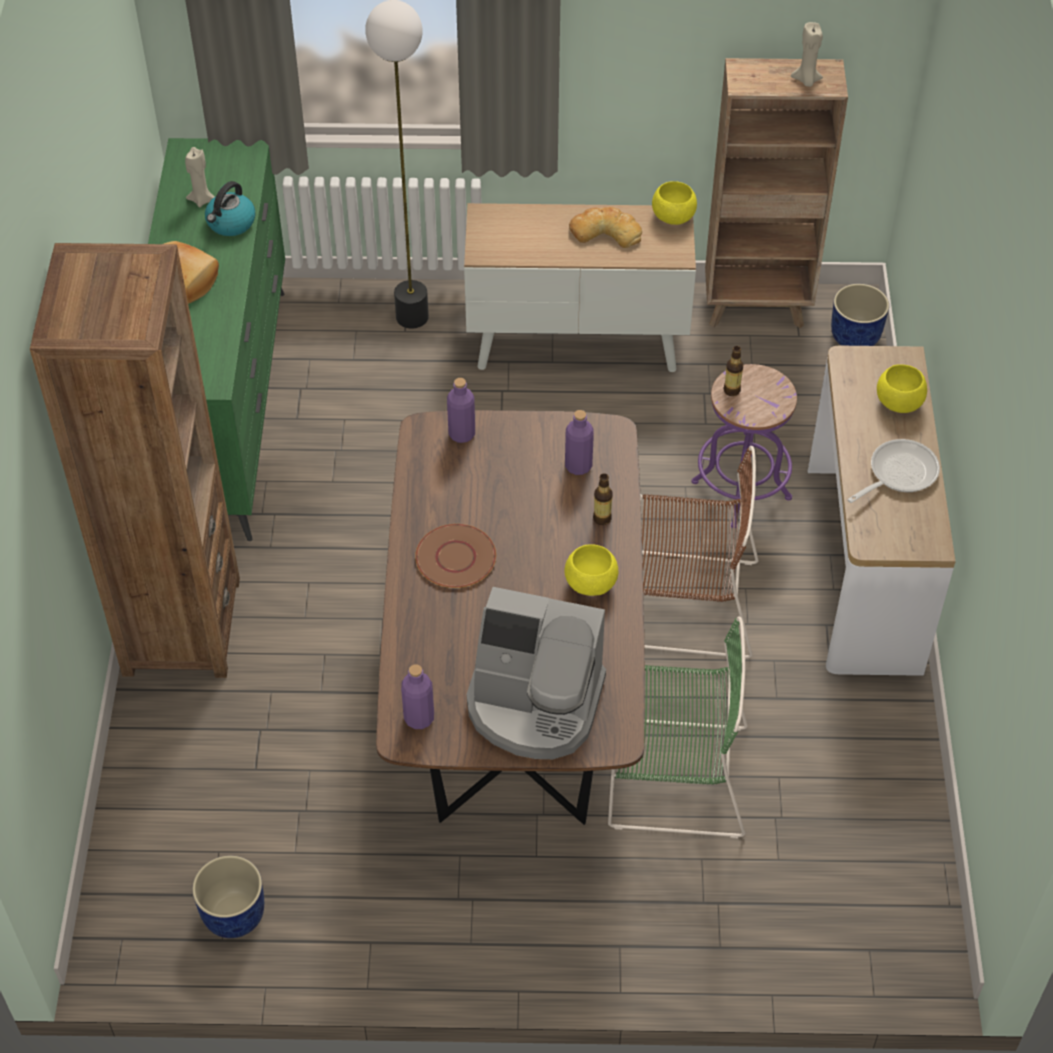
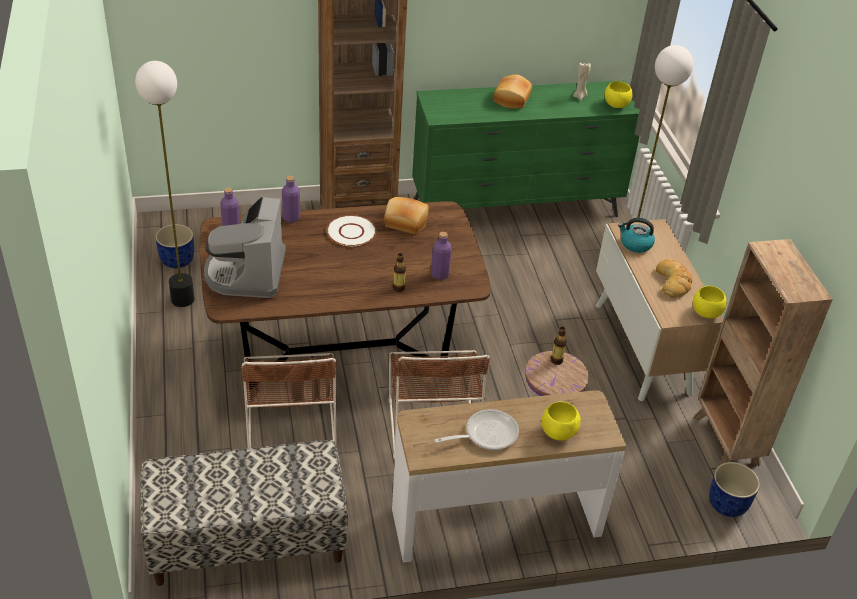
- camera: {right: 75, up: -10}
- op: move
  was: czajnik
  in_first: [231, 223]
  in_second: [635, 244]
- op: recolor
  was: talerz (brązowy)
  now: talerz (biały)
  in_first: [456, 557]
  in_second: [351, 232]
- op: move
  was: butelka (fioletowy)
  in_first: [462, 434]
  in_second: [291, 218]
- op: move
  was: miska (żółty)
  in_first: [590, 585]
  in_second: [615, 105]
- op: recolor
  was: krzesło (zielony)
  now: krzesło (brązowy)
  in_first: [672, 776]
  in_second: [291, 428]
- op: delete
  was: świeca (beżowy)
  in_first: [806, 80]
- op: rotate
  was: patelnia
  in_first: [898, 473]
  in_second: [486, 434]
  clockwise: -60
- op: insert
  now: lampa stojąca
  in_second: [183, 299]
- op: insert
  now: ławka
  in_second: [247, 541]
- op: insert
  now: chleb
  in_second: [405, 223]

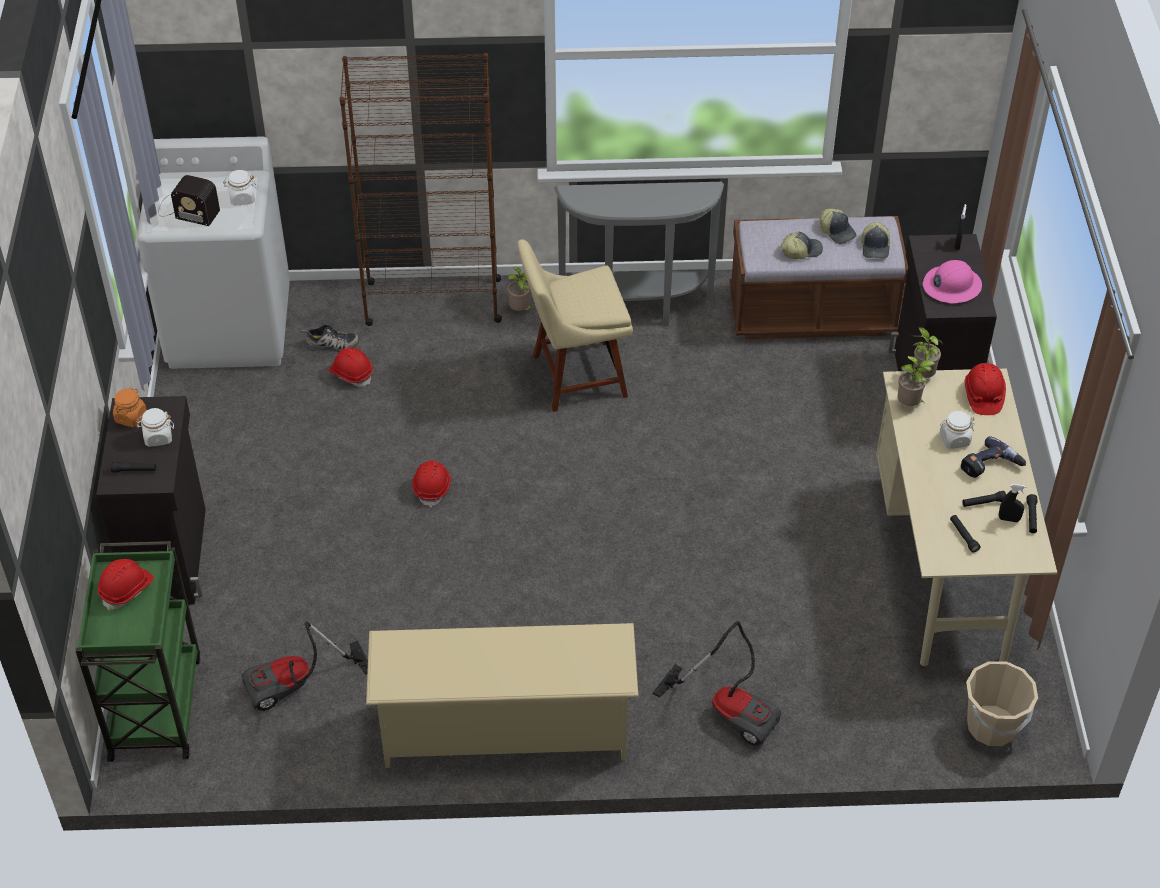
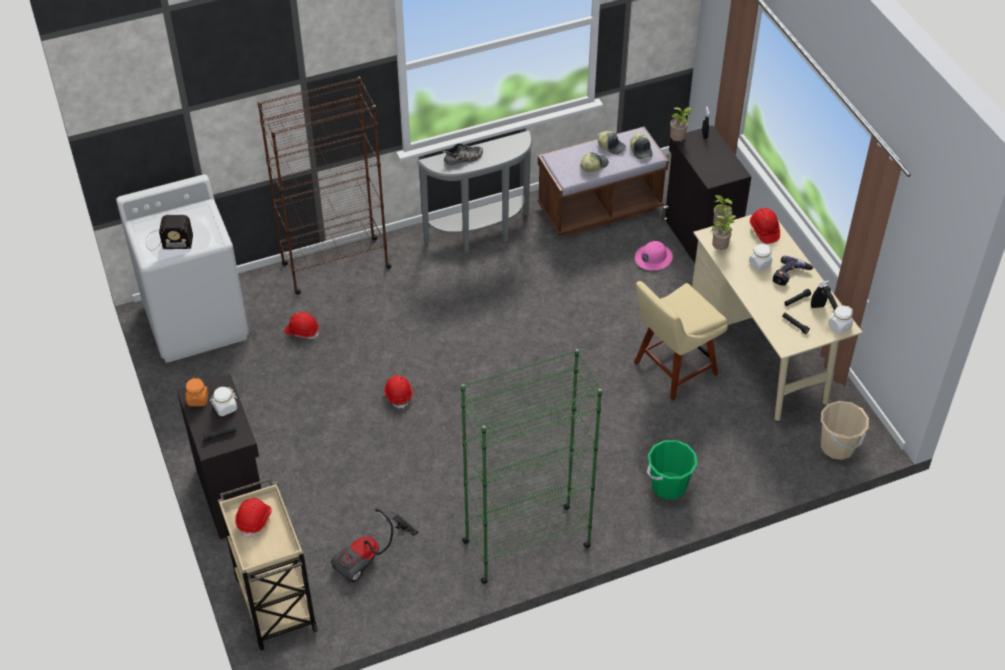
- camera: {right: -20, up: 0}
- op: recolor
  was: wózek (zielony)
  now: wózek (beżowy)
  in_first: [155, 705]
  in_second: [275, 601]
- op: move
  was: słoik (biały)
  in_first: [242, 198]
  in_second: [839, 326]
- op: move
  was: but
  in_first: [331, 345]
  in_second: [463, 158]
- op: replace
  was: regał na buty (beżowy)
  now: regał (zielony)
  in_first: [505, 730]
  in_second: [527, 544]
- op: move
  was: roślina doniczkowa
  in_first: [521, 310]
  in_second: [678, 141]
- op: move
  was: krzesło (beżowy)
  in_first: [574, 377]
  in_second: [672, 370]
- op: replace
  was: odkurzacz
  now: wiadro (zielony)
  in_first: [729, 710]
  in_second: [668, 486]
- op: move
  was: kask (różowy)
  in_first: [951, 285]
  in_second: [653, 258]

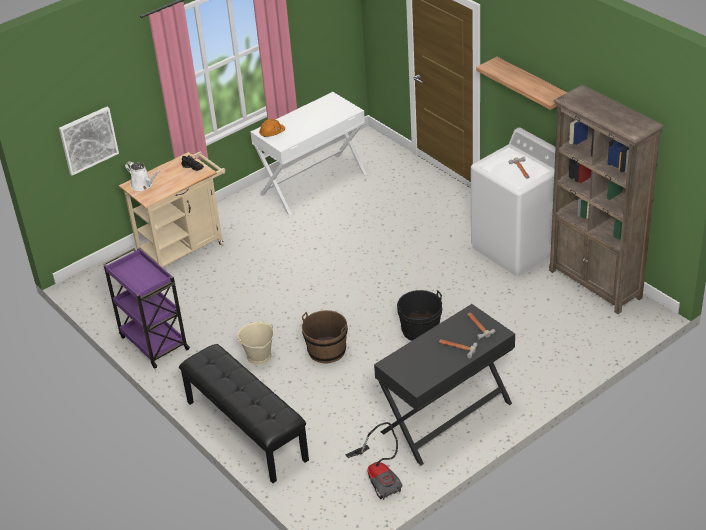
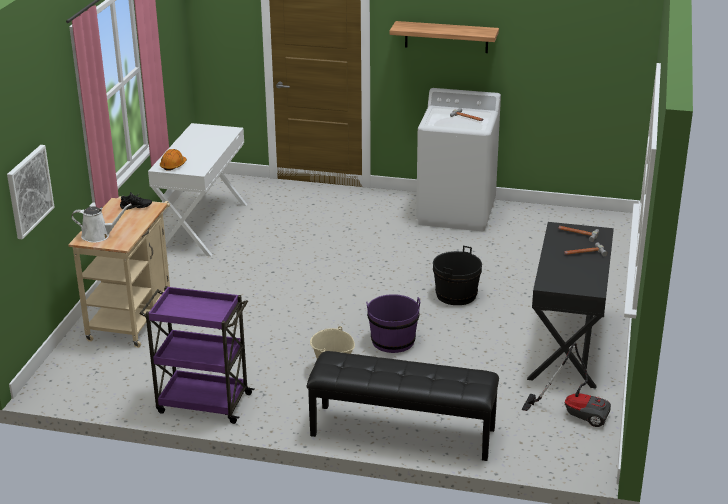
- camera: {right: -40, up: -10}
- op: recolor
  was: wiadro (brązowy)
  now: wiadro (fioletowy)
  in_first: [327, 351]
  in_second: [393, 341]
- op: delete
  was: regał (brązowy)
  in_first: [595, 284]

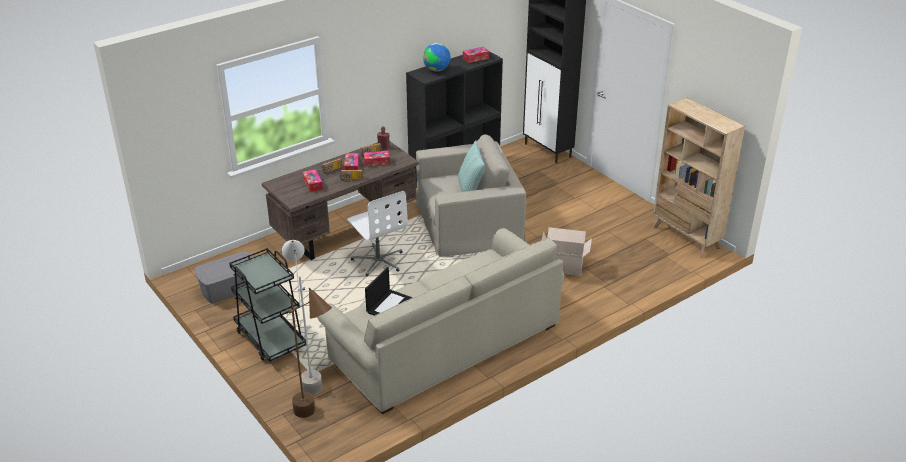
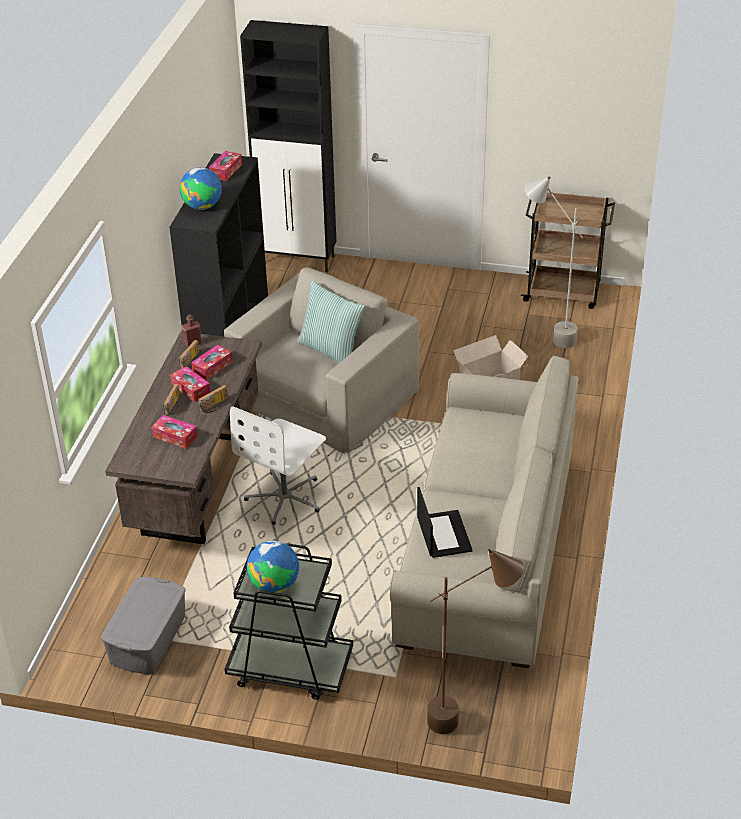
- camera: {right: -40, up: 5}
- op: move
  was: lampa stojąca (szary)
  in_first: [308, 375]
  in_second: [546, 334]
- op: rotate
  was: krzesło biurowe (biały)
  in_first: [378, 261]
  in_second: [285, 498]
  clockwise: 105
- op: replace
  was: regał (beżowy)
  now: wózek (brązowy)
  in_first: [686, 238]
  in_second: [563, 293]
- op: insert
  now: globus
  in_second: [274, 584]

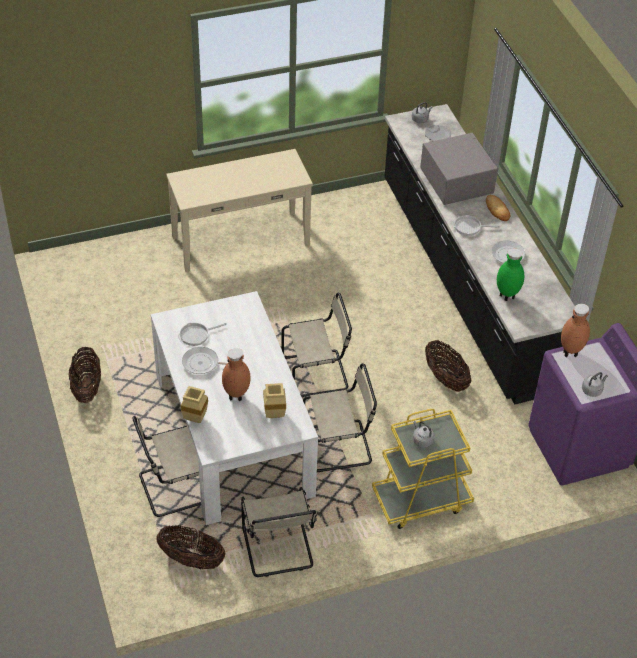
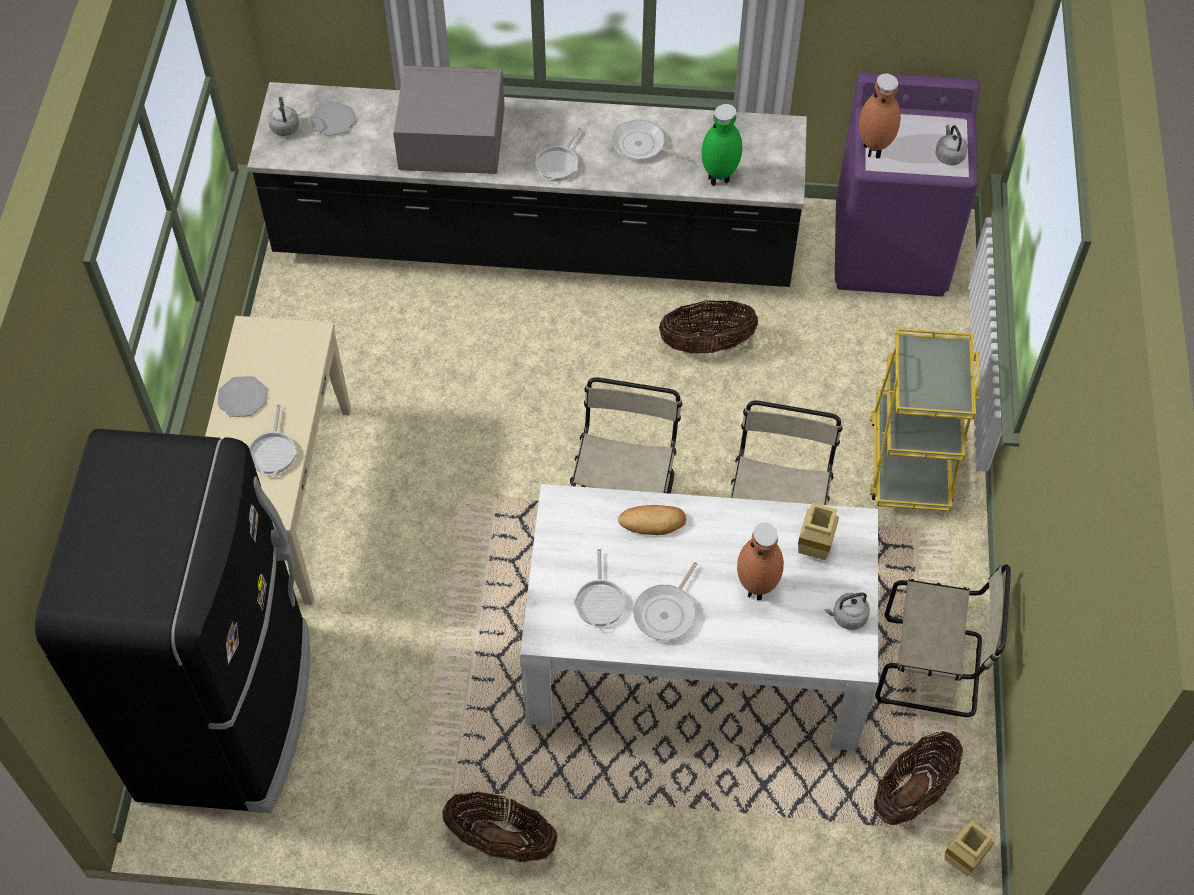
- camera: {right: -65, up: 10}
- op: delete
  was: krzesło (beżowy)
  in_first: [173, 488]
- op: move
  was: wazon (beżowy)
  in_first: [194, 419]
  in_second: [962, 863]
- op: move
  was: czajnik (szary)
  in_first: [422, 440]
  in_second: [847, 617]
- op: move
  was: chleb
  in_first: [497, 210]
  in_second: [652, 522]
- op: insert
  now: lodówka (czarny)
  in_second: [228, 711]
- op: insert
  now: talerz
  in_second: [242, 397]
- op: insert
  now: patelnia
  in_second: [273, 451]

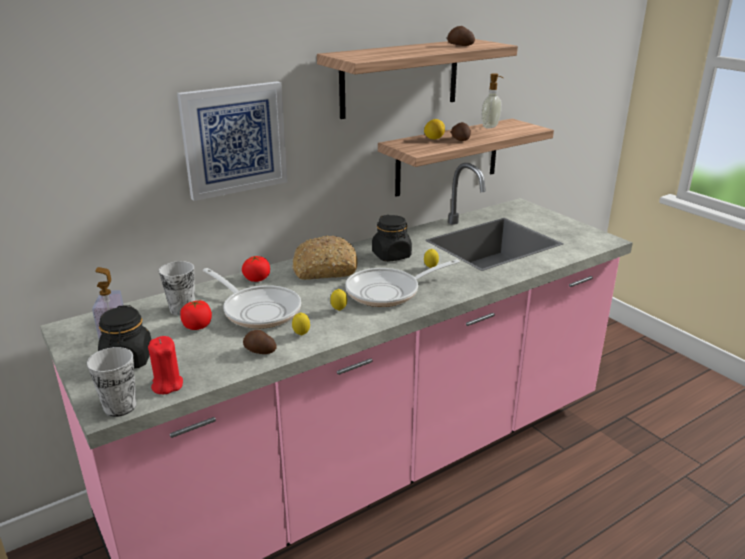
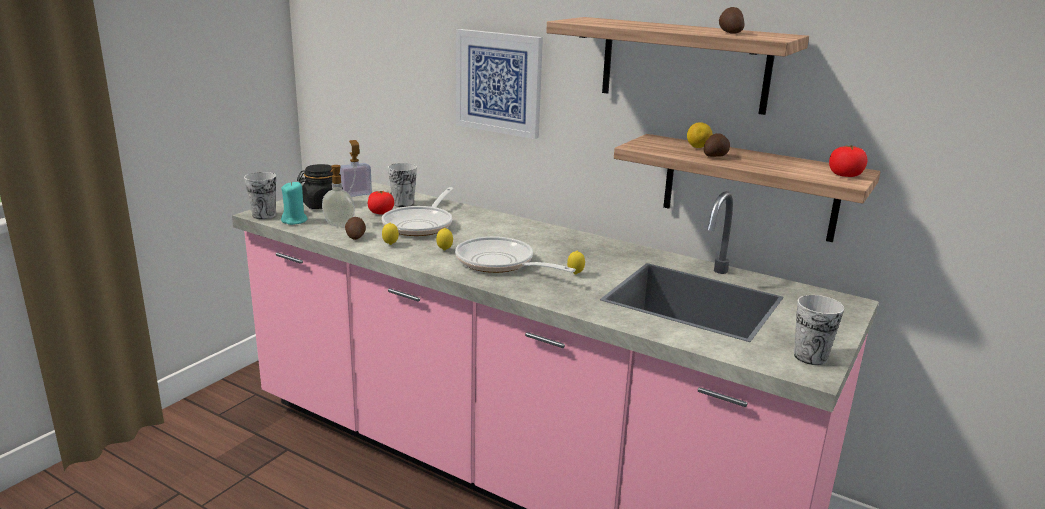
- camera: {right: 65, up: -5}
- op: recolor
  was: świeca (czerwony)
  now: świeca (turkusowy)
  in_first: [167, 385]
  in_second: [295, 221]
- op: move
  was: pomidor
  in_first: [257, 278]
  in_second: [845, 175]
- op: delete
  was: chleb
  in_first: [324, 269]
- op: delete
  was: słoik (czarny)
  in_first: [391, 256]
- op: move
  was: dozownik mydła
  in_first: [490, 127]
  in_second: [338, 225]
- op: insert
  now: filiżanka
  in_second: [810, 357]

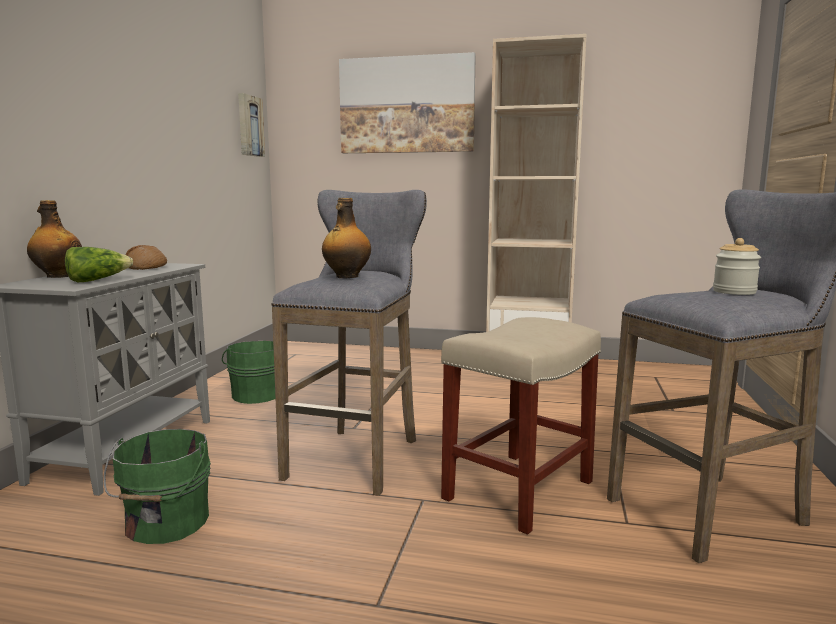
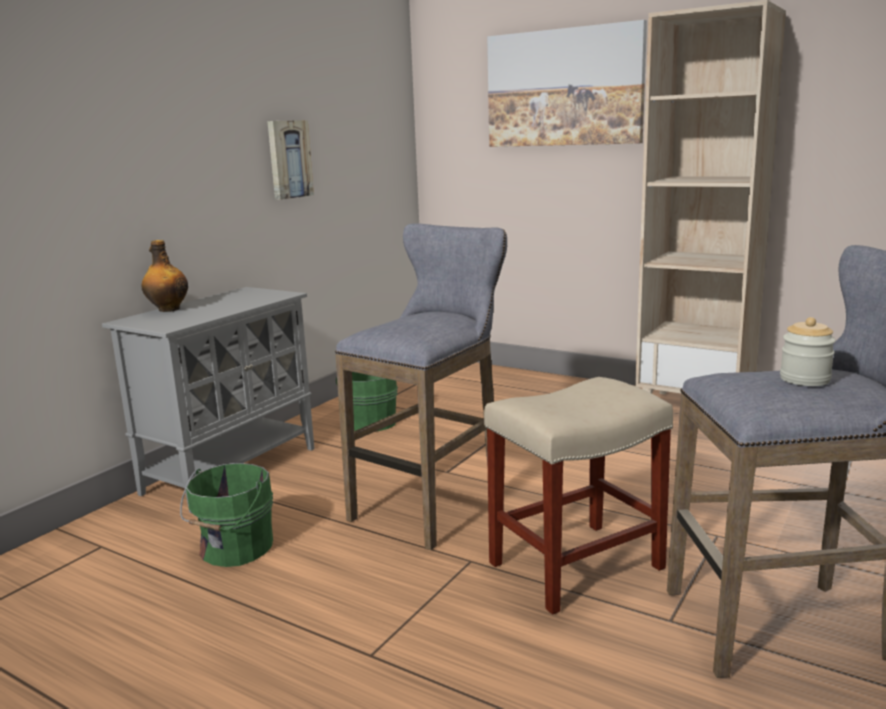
- camera: {right: 20, up: 5}
- op: delete
  was: sałata
  in_first: [97, 280]
- op: delete
  was: chleb
  in_first: [146, 267]
- op: move
  was: obraz
  in_first: [249, 126]
  in_second: [288, 159]
- op: delete
  was: butelka
  in_first: [346, 277]

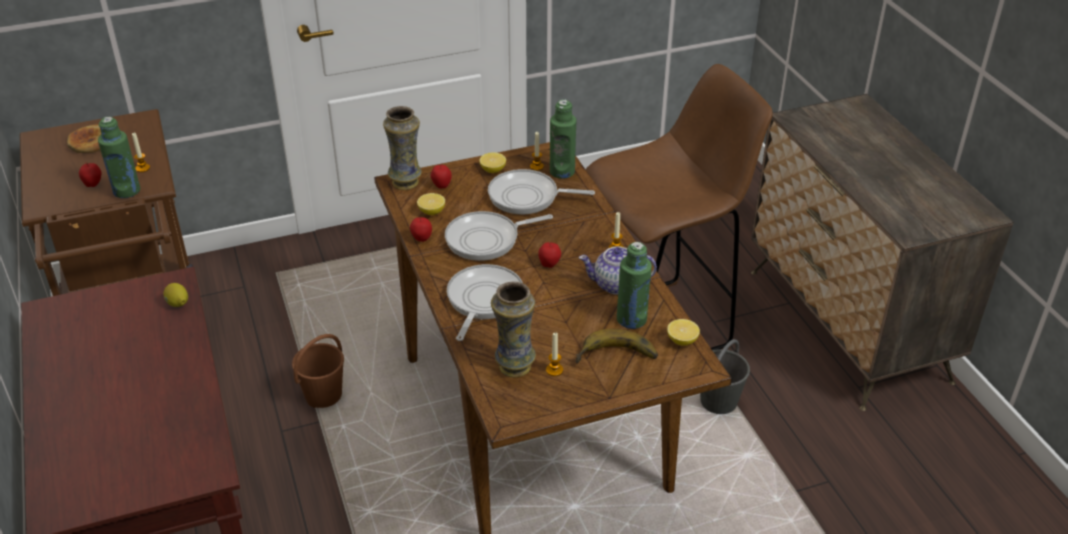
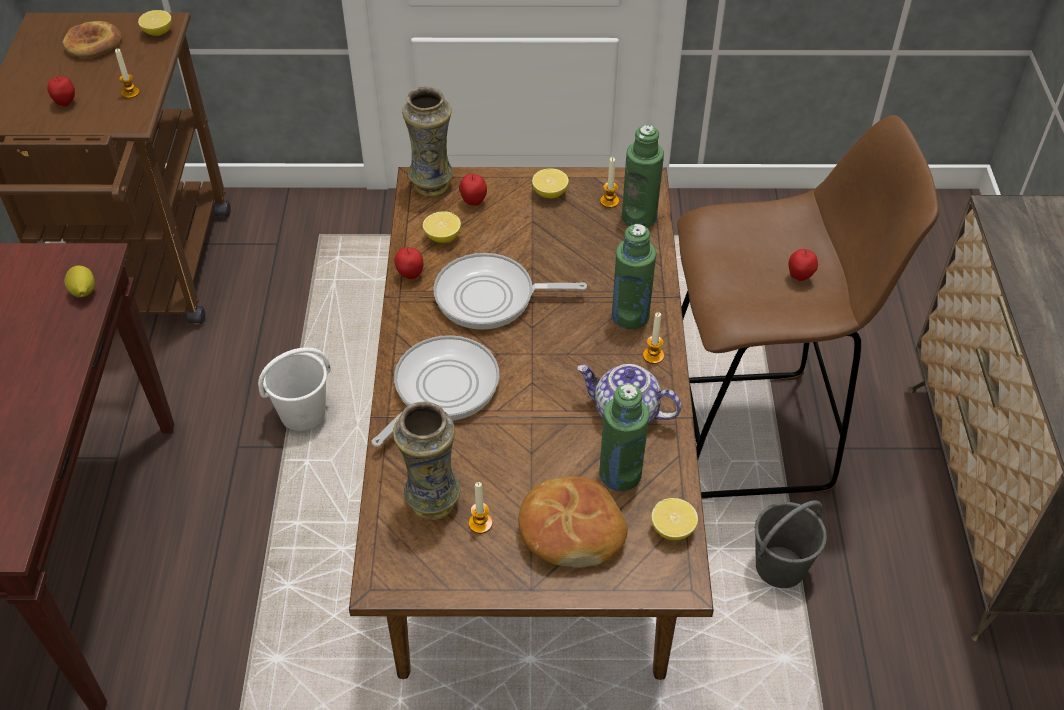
- camera: {right: 20, up: 10}
- op: move
  was: butelka (zielony)
  in_first: [127, 191]
  in_second: [630, 316]
- op: recolor
  was: wiadro (brązowy)
  now: wiadro (biały)
  in_first: [324, 395]
  in_second: [304, 414]
- op: delete
  was: patelnia
  in_first: [527, 197]
- op: move
  was: jabłko
  in_first: [549, 265]
  in_second: [800, 277]
- op: replace
  was: banan
  now: chleb
  in_first: [617, 358]
  in_second: [570, 530]
- op: insert
  now: cytryna
  in_second: [158, 32]

